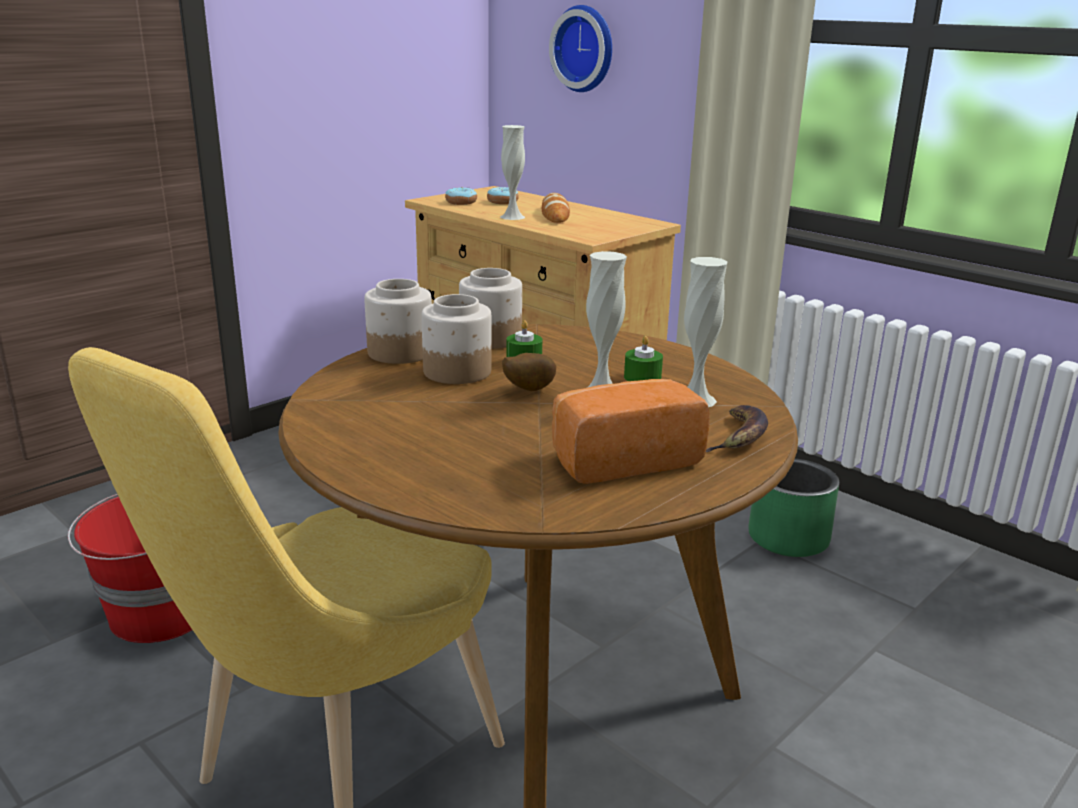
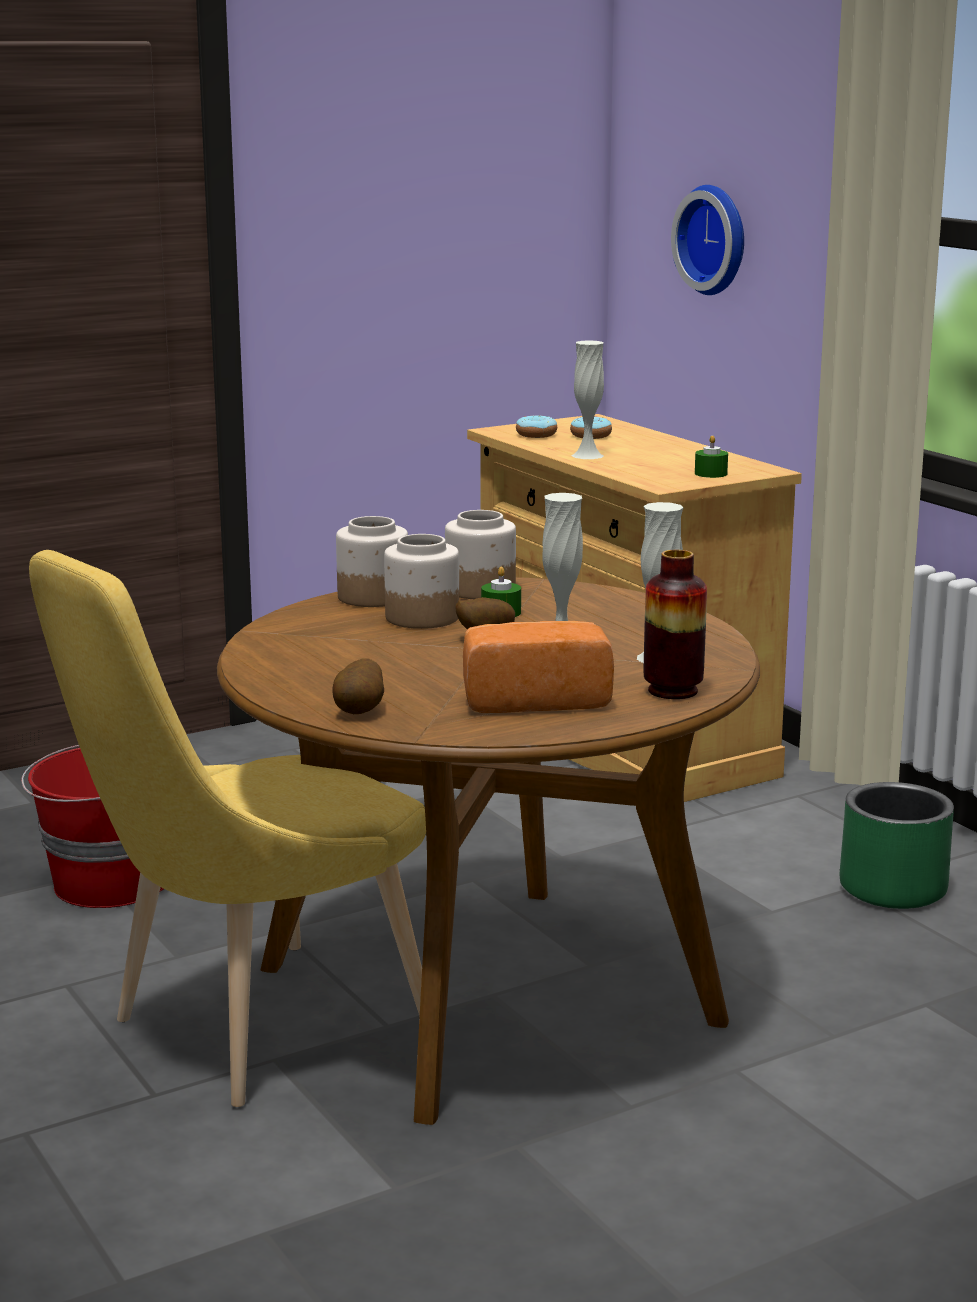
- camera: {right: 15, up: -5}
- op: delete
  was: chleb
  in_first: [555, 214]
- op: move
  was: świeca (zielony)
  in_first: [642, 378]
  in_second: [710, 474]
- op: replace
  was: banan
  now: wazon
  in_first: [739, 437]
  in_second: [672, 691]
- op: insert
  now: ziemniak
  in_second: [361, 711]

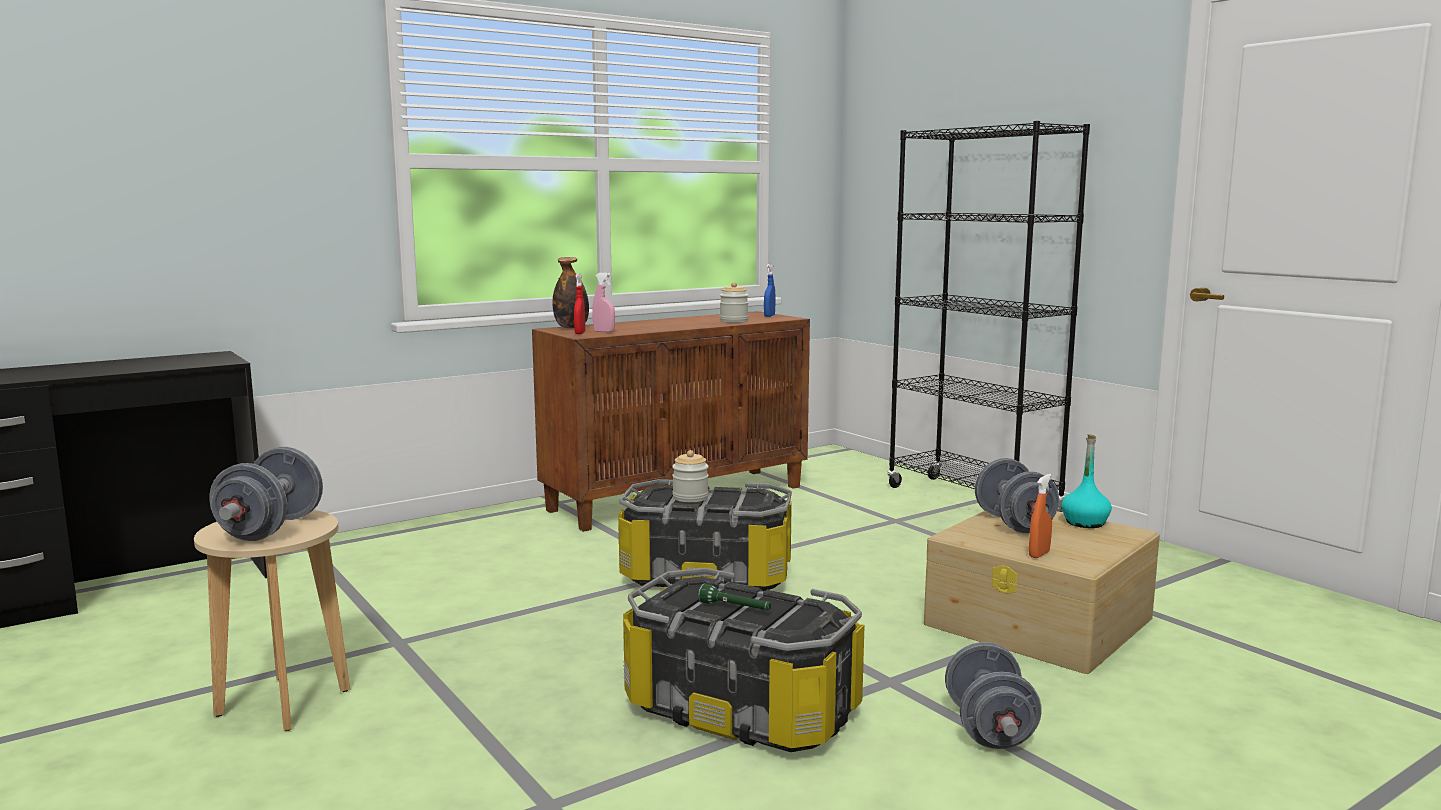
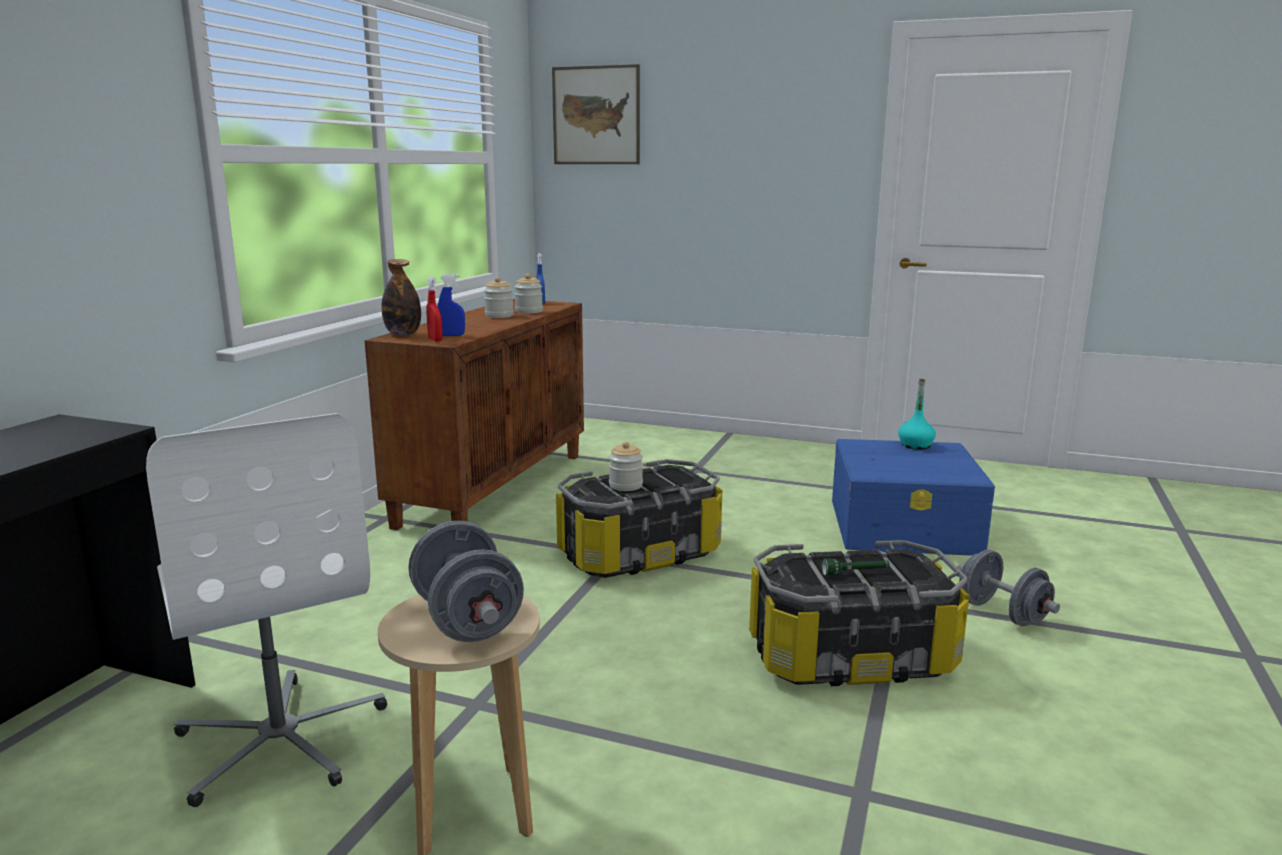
- camera: {right: -35, up: 5}
- op: recolor
  was: spryskiwacz (różowy)
  now: spryskiwacz (niebieski)
  in_first: [604, 331]
  in_second: [452, 335]
- op: delete
  was: regał (czarny)
  in_first: [972, 501]
- op: recolor
  was: pojemnik do przechowywania (beżowy)
  now: pojemnik do przechowywania (niebieski)
  in_first: [1040, 621]
  in_second: [905, 526]
- op: delete
  was: hantel (szary)
  in_first: [1014, 524]
- op: delete
  was: spryskiwacz (pomarańczowy)
  in_first: [1039, 554]
- op: insert
  now: krzesło biurowe (biały)
  in_second: [281, 738]
- op: insert
  now: słoik
  in_second: [499, 316]
- op: insert
  now: obraz
  in_second: [596, 115]

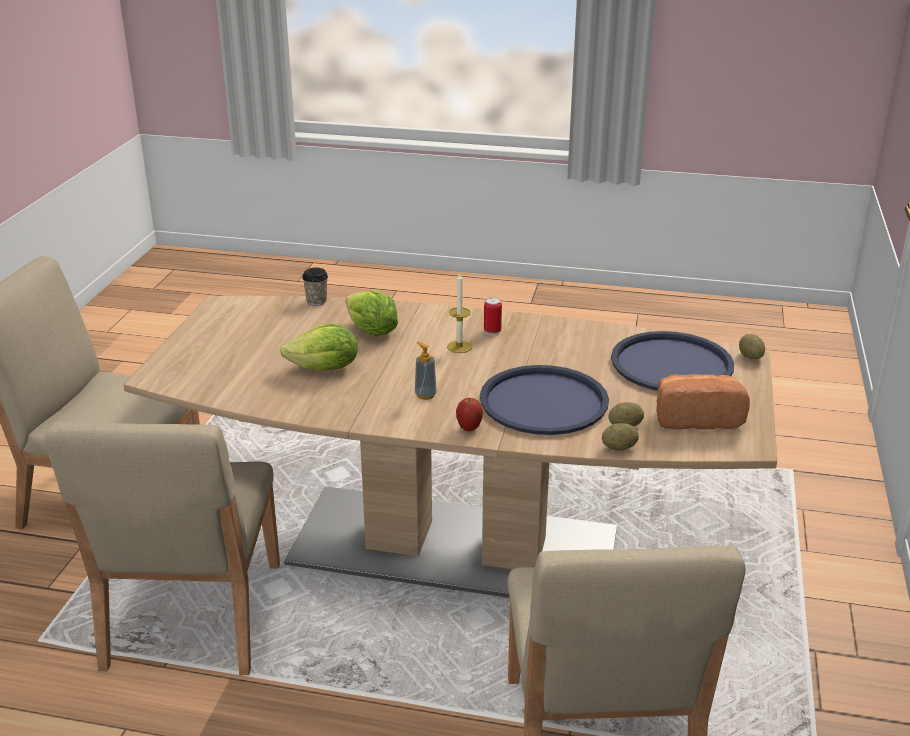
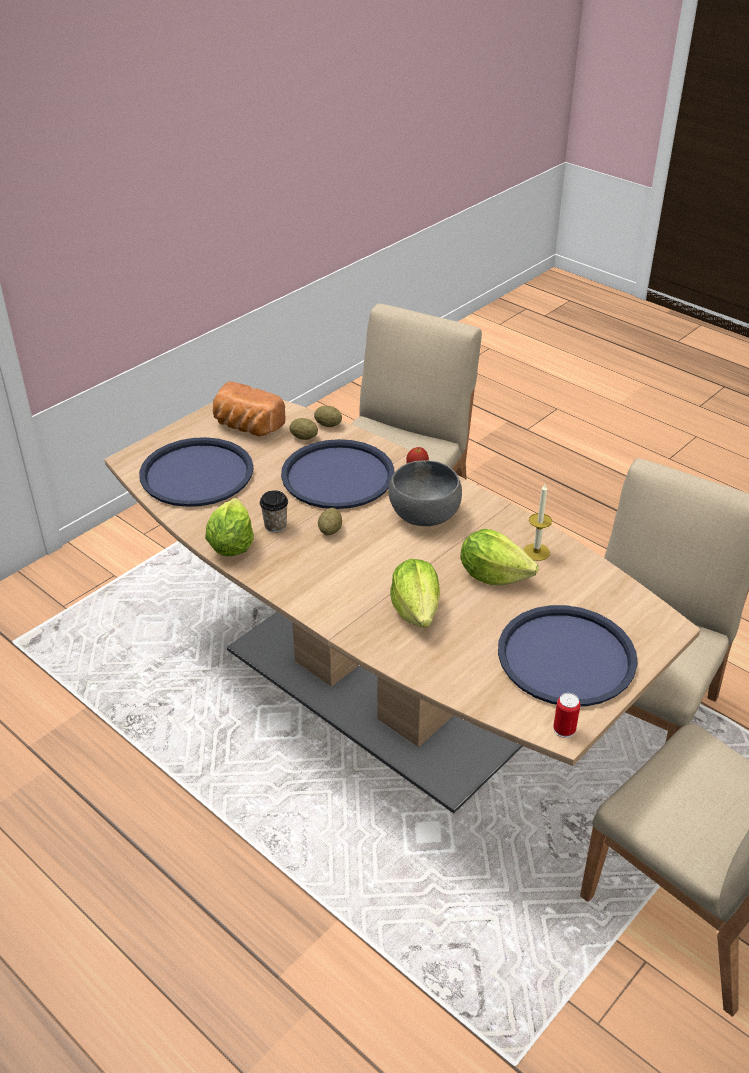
- camera: {right: -150, up: 10}
- op: move
  was: filiżanka
  in_first: [316, 301]
  in_second: [275, 525]
- op: replace
  was: dozownik mydła
  now: miska (szary)
  in_first: [425, 395]
  in_second: [425, 514]
- op: move
  was: świeca
  in_first: [459, 347]
  in_second: [536, 552]
- op: move
  was: puszka
  in_first: [492, 331]
  in_second: [564, 729]
- op: move
  was: ziemniak
  in_first: [750, 357]
  in_second: [330, 530]
- op: insert
  now: sałata
  in_second: [231, 545]
- op: insert
  now: taca (niebieski)
  in_second: [566, 657]

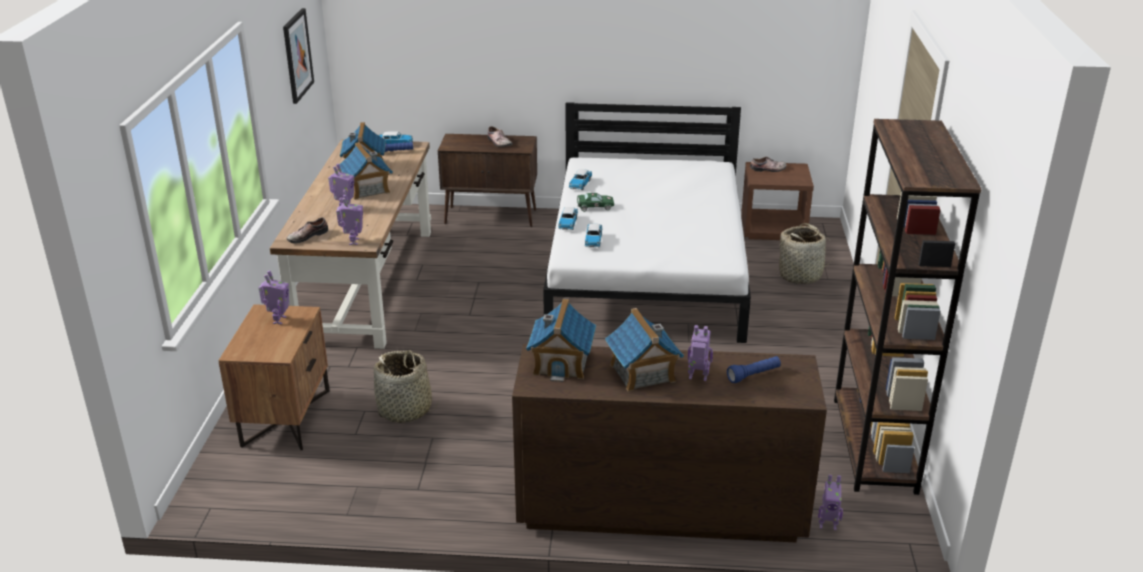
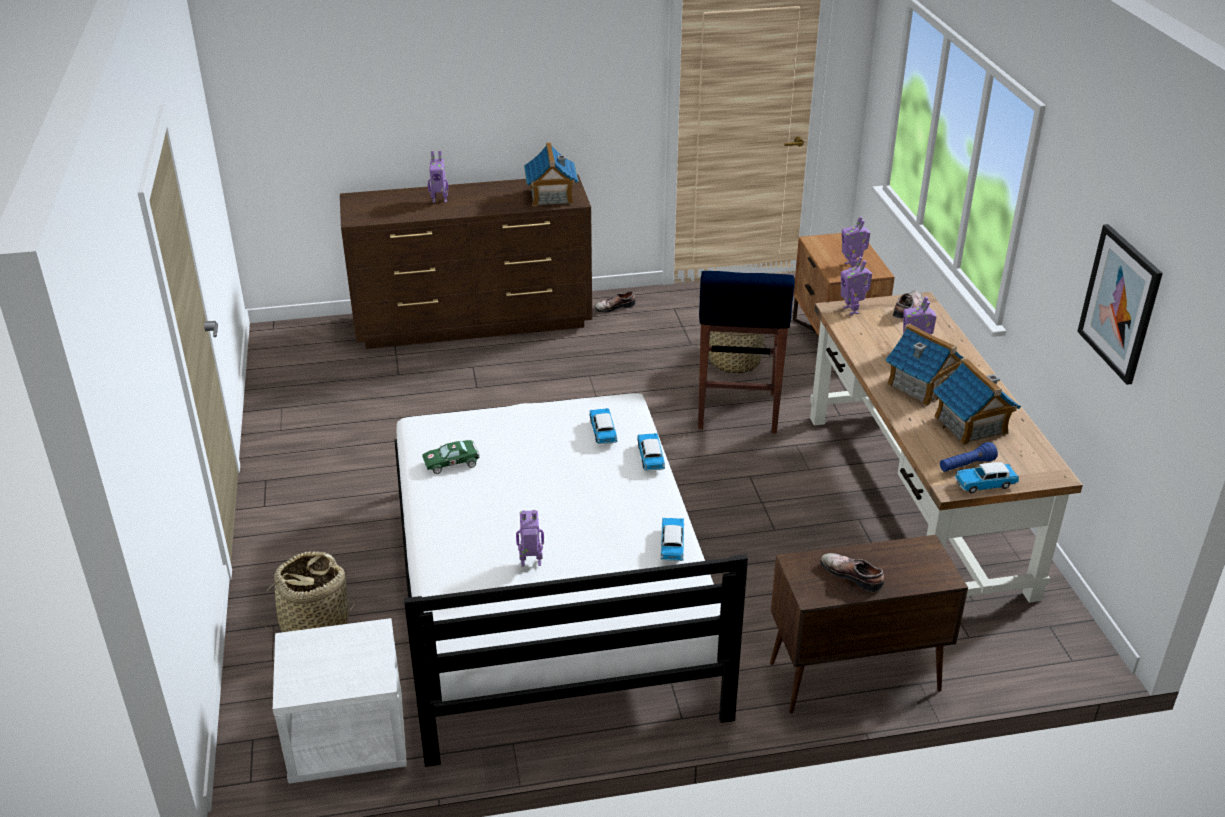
- camera: {right: 165, up: 5}
- op: move
  was: samochodzik (zielony)
  in_first: [593, 207]
  in_second: [453, 462]
- op: delete
  was: domek
  in_first: [642, 373]
- op: delete
  was: latarka (niebieski)
  in_first: [753, 375]
- op: recolor
  was: szafka nocna (brązowy)
  now: szafka nocna (biały)
  in_first: [773, 229]
  in_second: [347, 741]
- op: move
  was: but
  in_first: [768, 169]
  in_second: [614, 306]
- op: move
  was: robot zabawkowy
  in_first: [827, 525]
  in_second: [531, 563]
- op: delete
  was: regał (brązowy)
  in_first: [874, 445]
- op: insert
  now: stołek (niebieski)
  in_second: [737, 412]

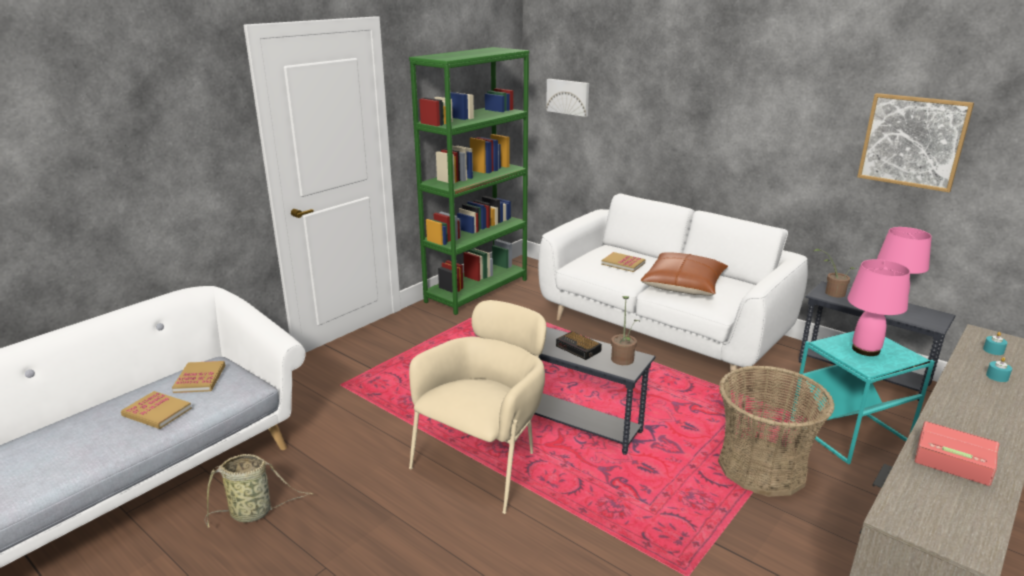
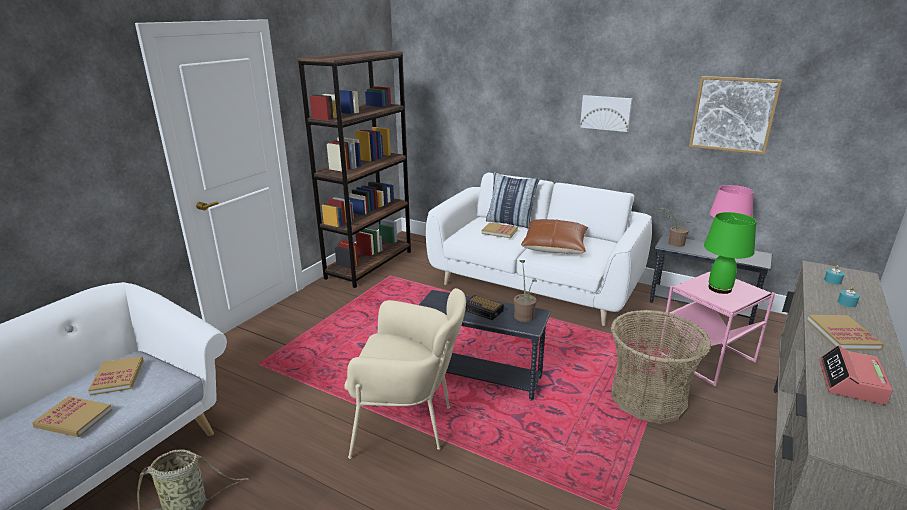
- camera: {right: -10, up: 0}
- op: recolor
  was: regał (zielony)
  now: regał (brązowy)
  in_first: [477, 290]
  in_second: [369, 264]
- op: rotate
  was: fotel (beżowy)
  in_first: [485, 463]
  in_second: [409, 424]
  clockwise: 75
- op: move
  was: obraz
  in_first: [568, 97]
  in_second: [606, 113]
- op: recolor
  was: stolik (turkusowy)
  now: stolik (różowy)
  in_first: [850, 432]
  in_second: [707, 358]
- op: recolor
  was: lampa stołowa (różowy)
  now: lampa stołowa (zielony)
  in_first: [866, 350]
  in_second: [720, 289]
- op: rotate
  was: budzik
  in_first: [952, 460]
  in_second: [851, 383]
  clockwise: -90
- op: insert
  now: poduszka
  in_second: [510, 223]
- op: insert
  now: książka
  in_second: [842, 334]

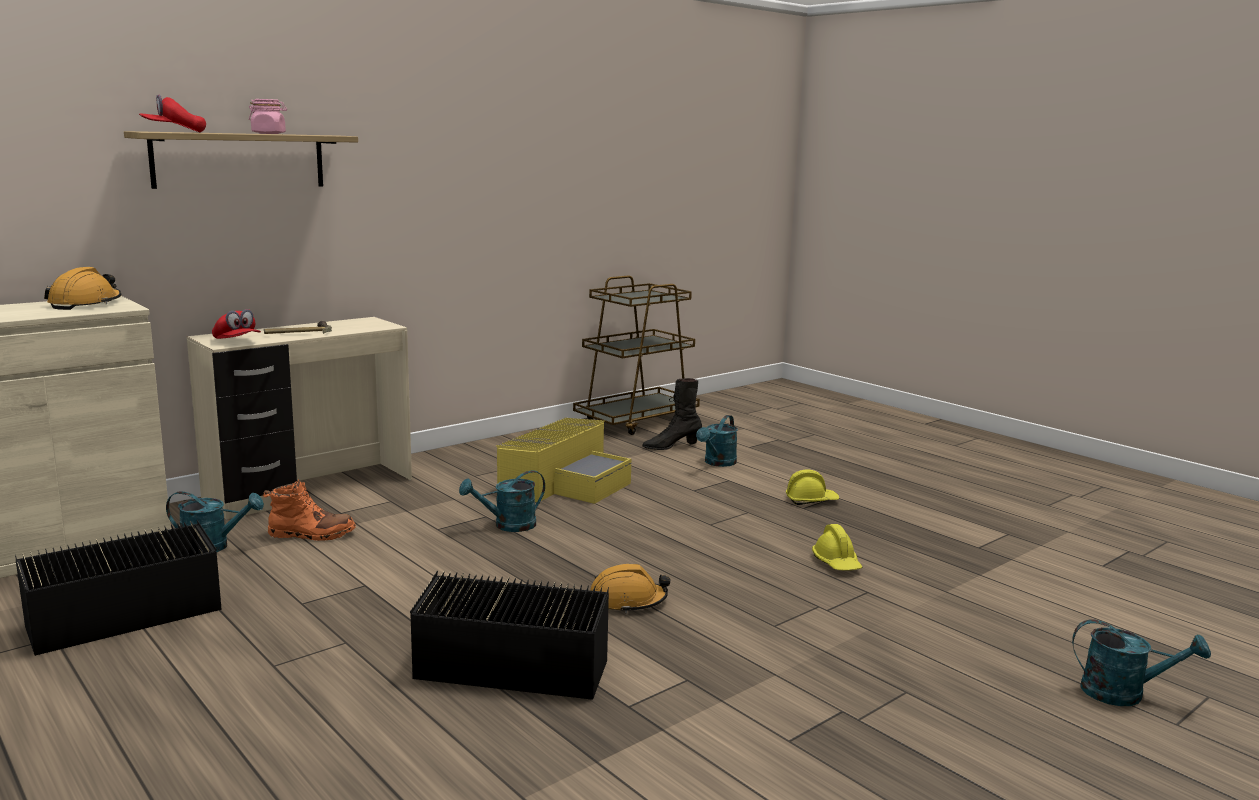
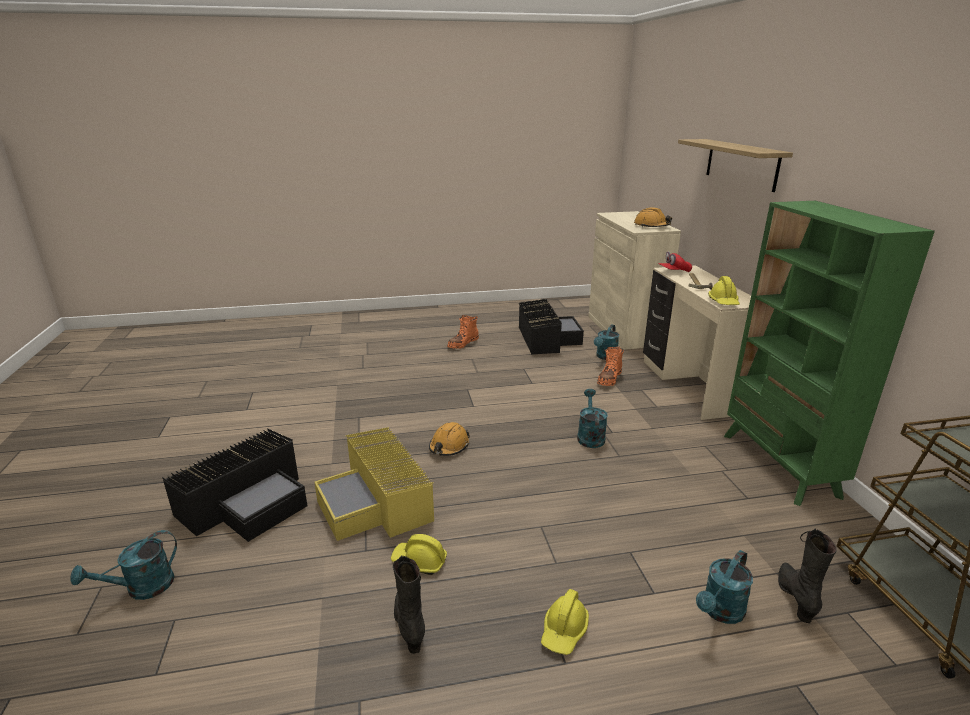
- camera: {right: 120, up: 10}
- op: delete
  was: czapka z daszkiem (czerwony)
  in_first: [174, 131]
- op: delete
  was: słoik (różowy)
  in_first: [269, 133]
- op: move
  was: pojemnik do przechowywania (czarny)
  in_first: [514, 658]
  in_second: [248, 501]
- op: move
  was: pojemnik do przechowywania (żółty)
  in_first: [565, 482]
  in_second: [378, 502]
- op: rotate
  was: konewka (turkusowy)
  in_first: [717, 463]
  in_second: [720, 612]
  clockwise: -105
- op: insert
  now: but z cholewką (czarny)
  in_second: [409, 625]
- op: insert
  now: but z cholewką (pomarańczowy)
  in_second: [463, 343]
- op: insert
  now: kask (żółty)
  in_second: [723, 302]
- op: insert
  now: regał (zielony)
  in_second: [779, 465]

